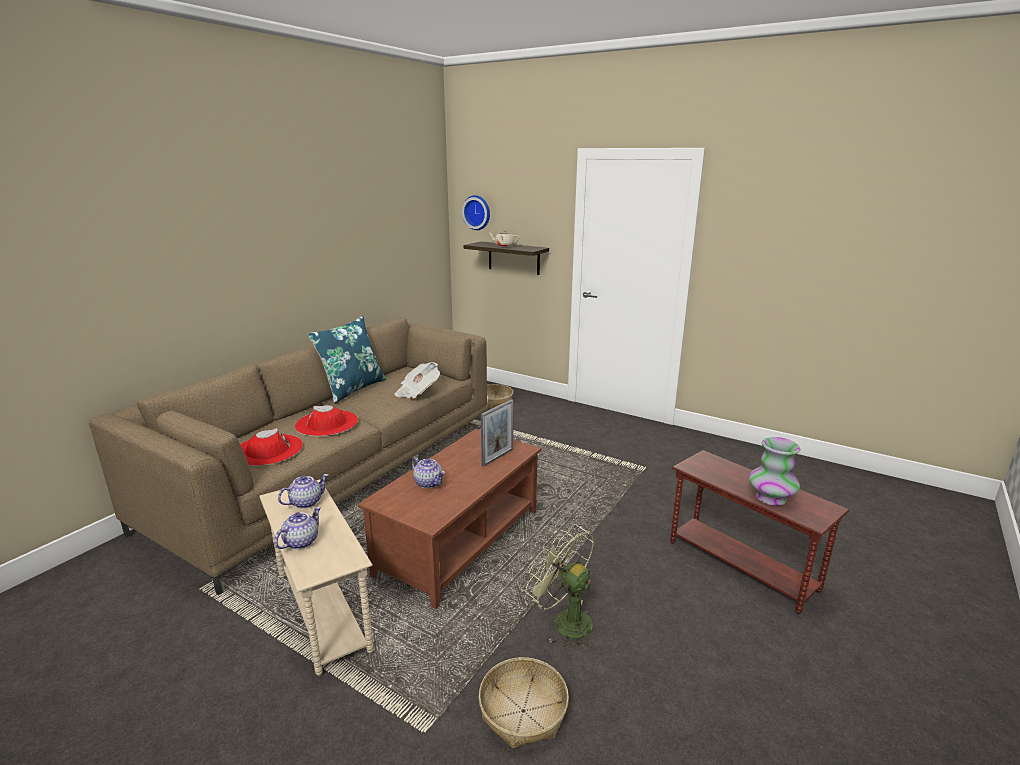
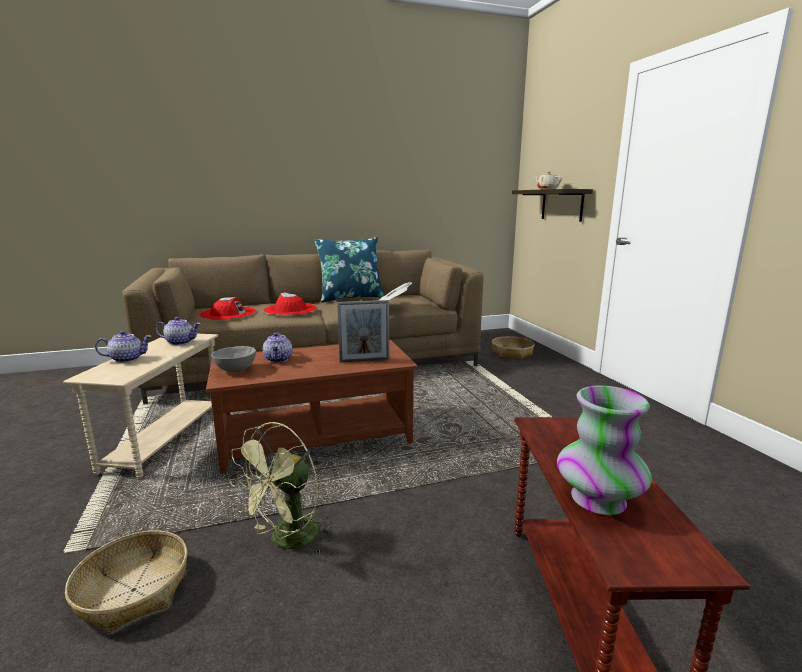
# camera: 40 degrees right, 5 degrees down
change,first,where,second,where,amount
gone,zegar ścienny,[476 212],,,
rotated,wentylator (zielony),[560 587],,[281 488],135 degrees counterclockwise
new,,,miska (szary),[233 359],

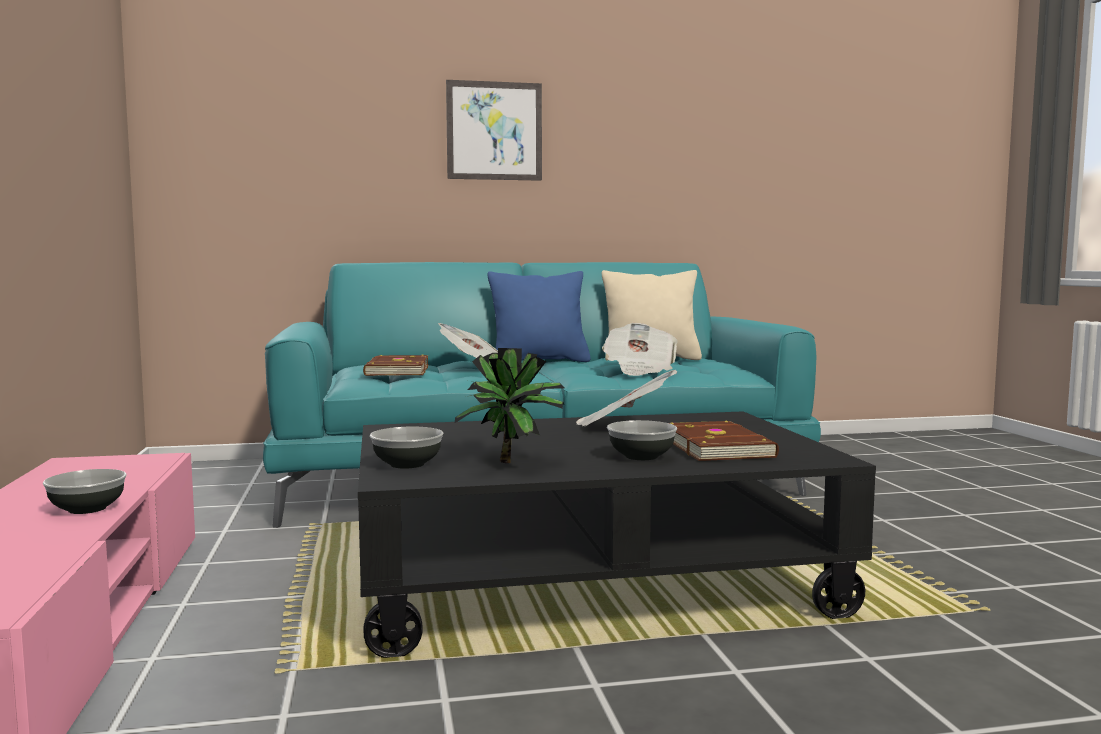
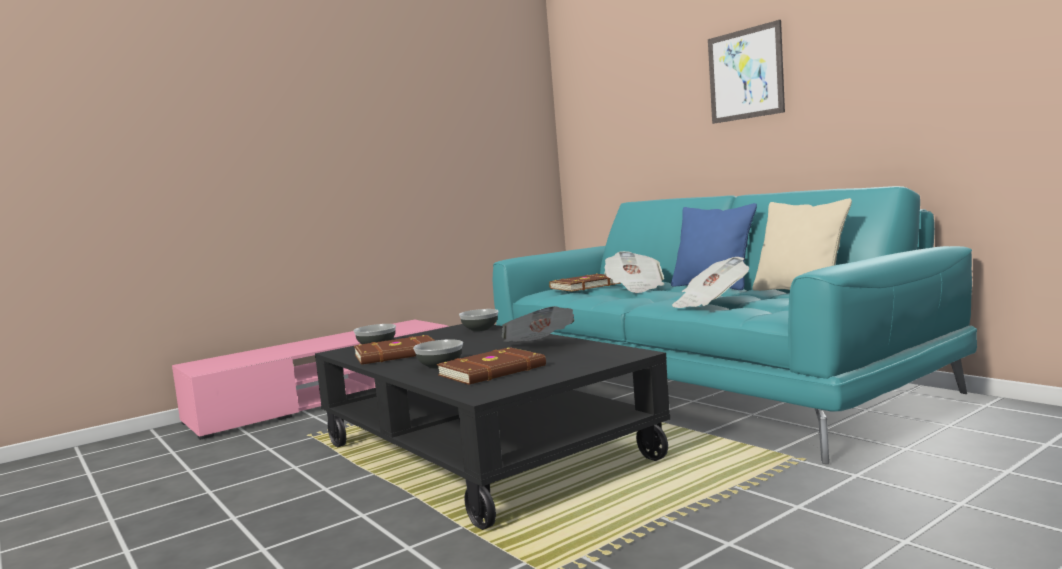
# camera: 65 degrees right, 0 degrees up
change,first,where,second,where,amount
shifted,miska,[85 491],,[479 320],
swapped,roślina doniczkowa,[510 405],książka (brązowy),[394 350],

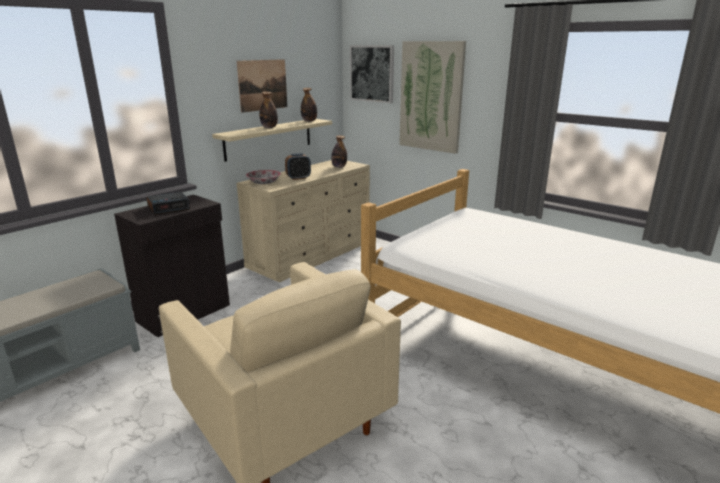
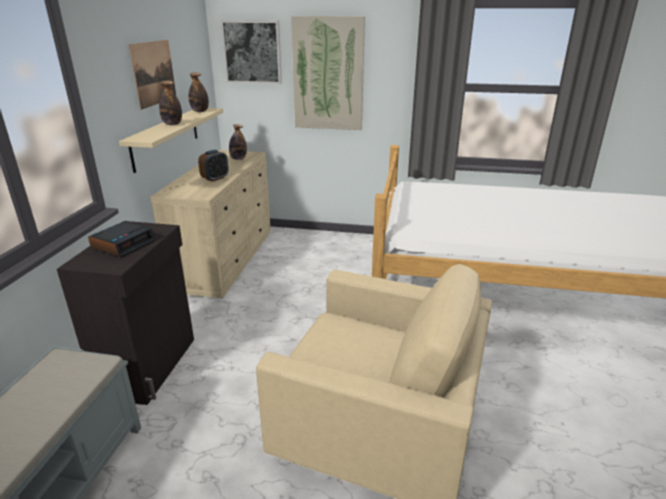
# camera: 30 degrees left, 5 degrees up
change,first,where,second,where,amount
gone,miska,[263 177],,,

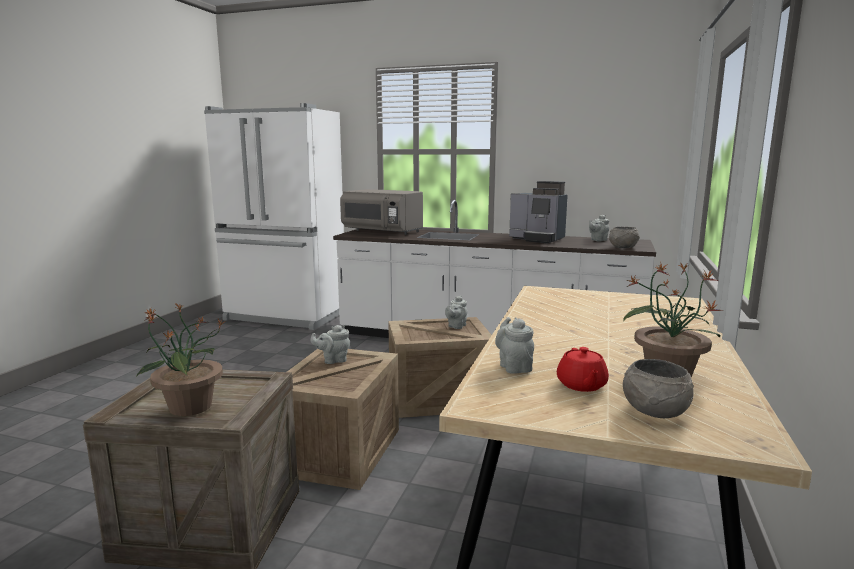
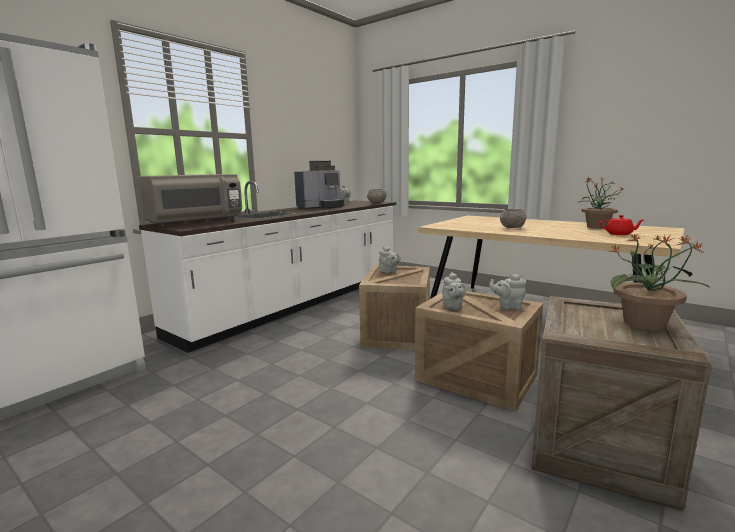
# camera: 70 degrees left, 0 degrees up
change,first,where,second,where,amount
shifted,imbryk (szary),[514 345],,[507 291],
shifted,miska (szary),[658 388],,[513 218],

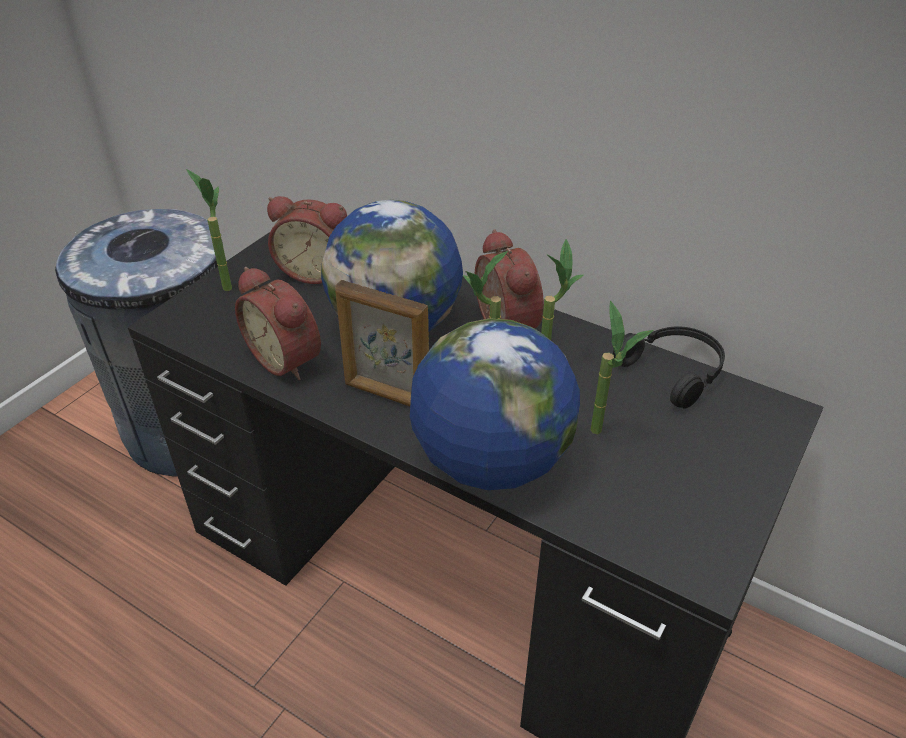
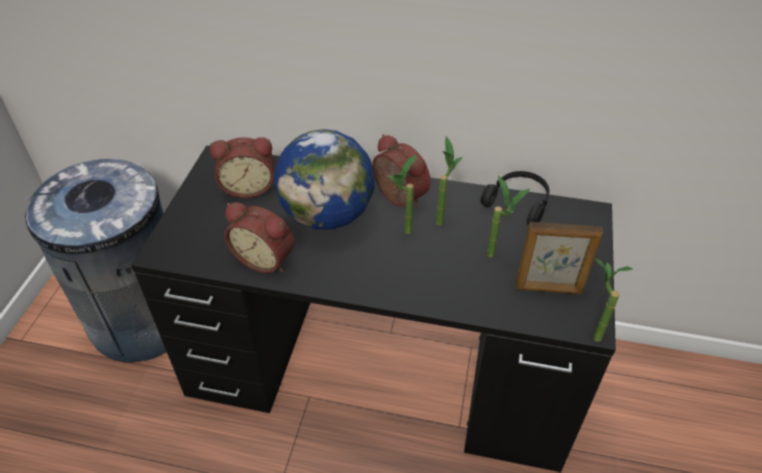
# camera: 20 degrees left, 5 degrees up
change,first,where,second,where,amount
shifted,roślina doniczkowa,[209 230],,[613 300],
shifted,ramka na zdjęcie,[382 343],,[559 258],
gone,globus,[495 404],,,

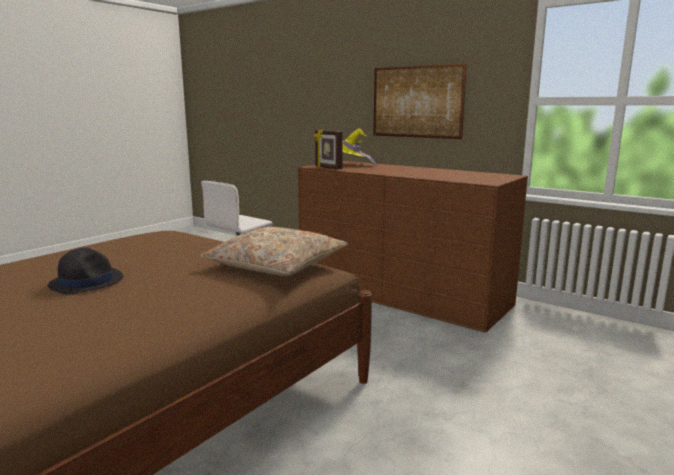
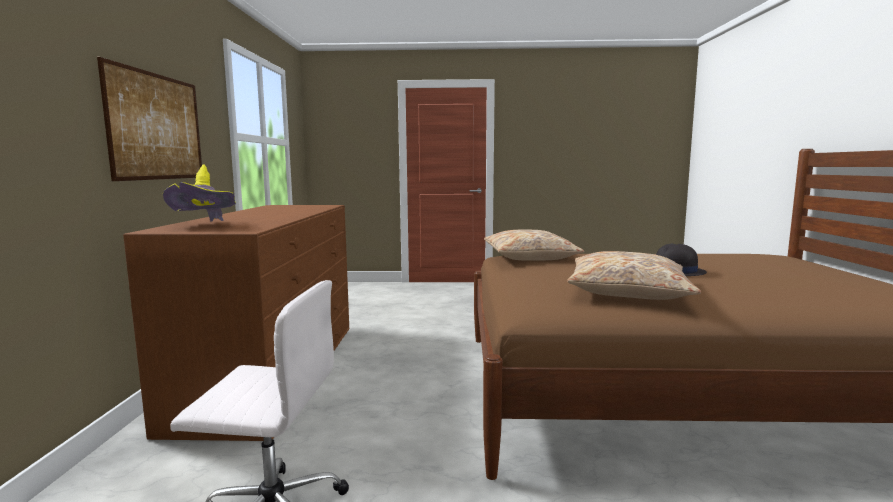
# camera: 125 degrees left, 5 degrees down
change,first,where,second,where,amount
gone,ramka na zdjęcie,[328 149],,,
new,,,poduszka (beżowy),[634 275],

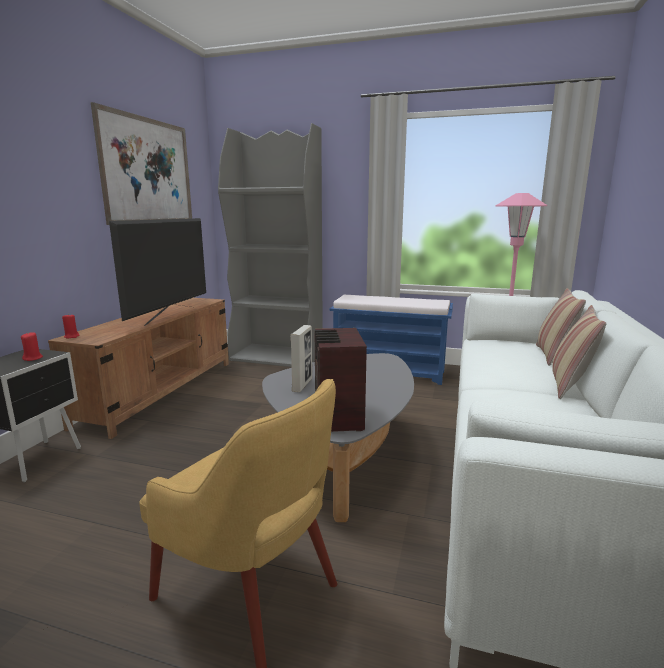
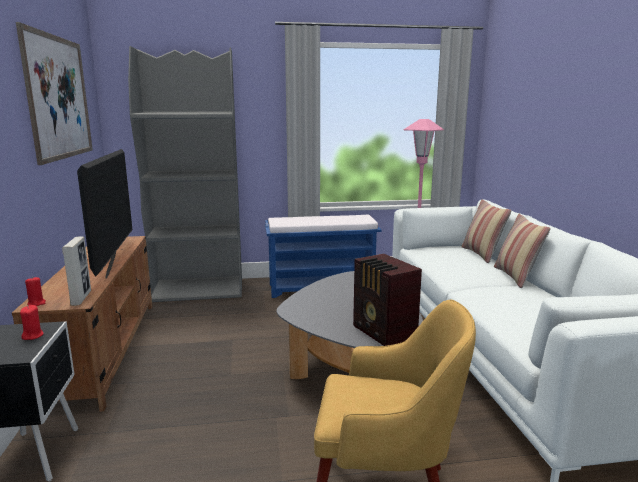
# camera: 25 degrees left, 0 degrees up
change,first,where,second,where,amount
shifted,ramka na zdjęcie,[301 358],,[76 271],

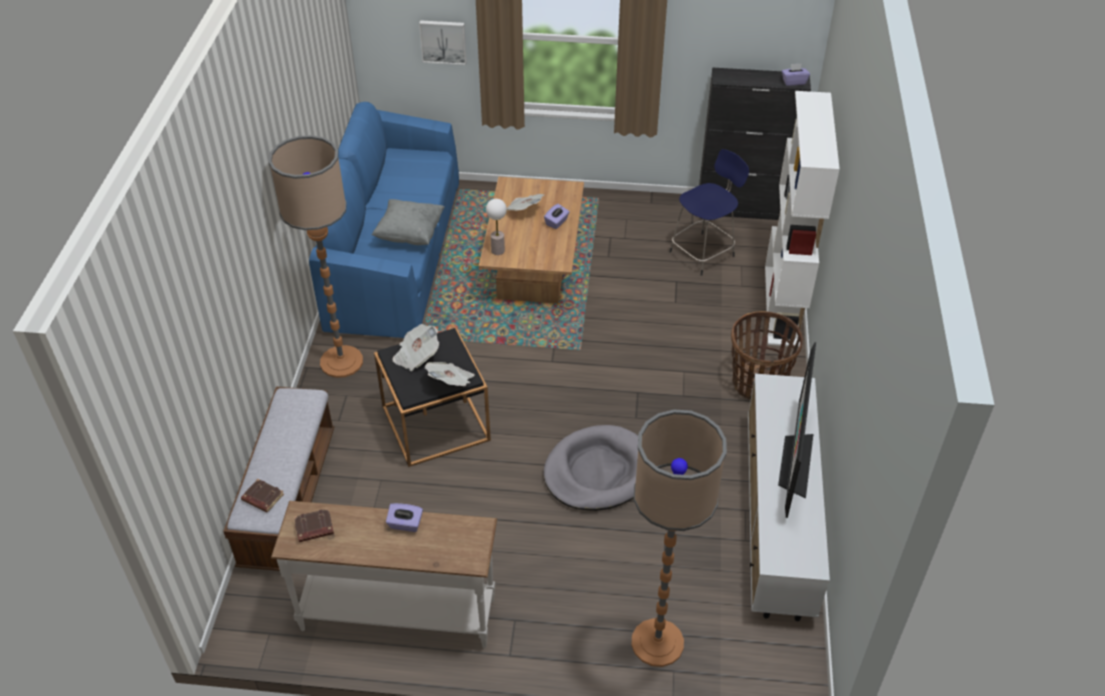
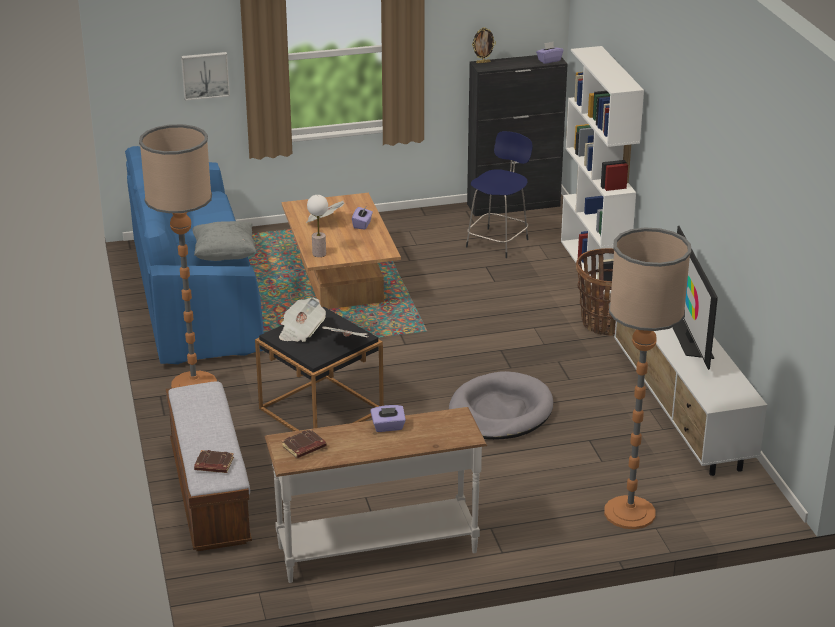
# camera: 20 degrees left, 15 degrees down
change,first,where,second,where,amount
new,,,ramka na zdjęcie,[484 45],

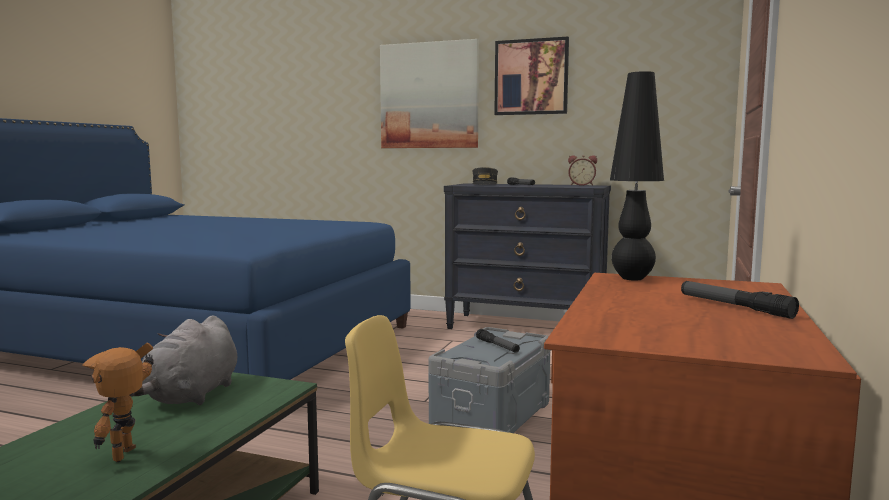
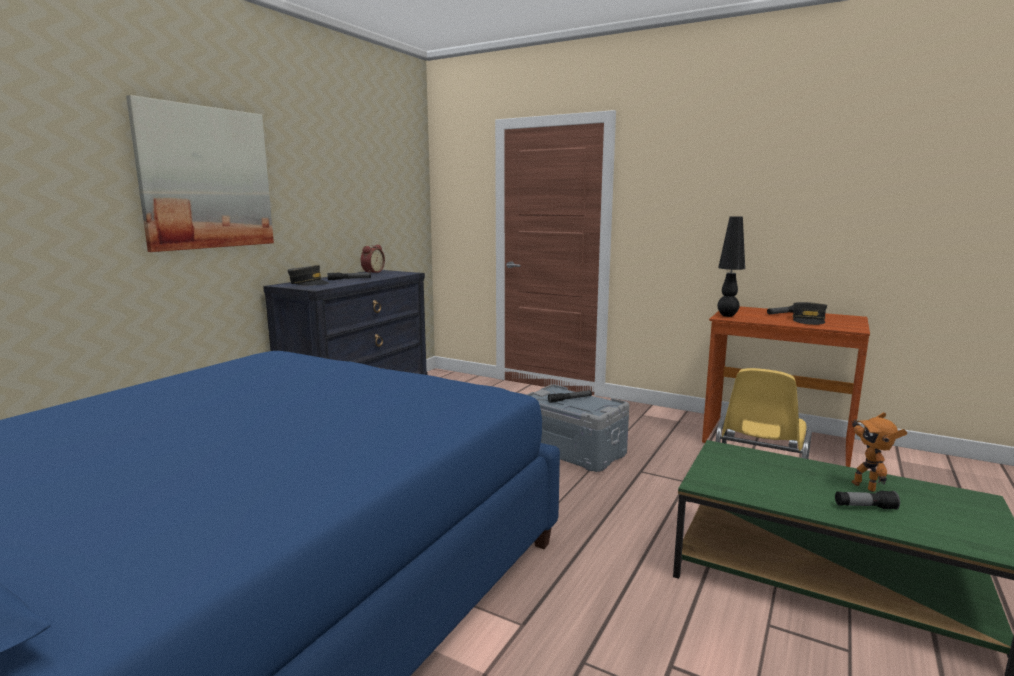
# camera: 80 degrees left, 5 degrees up
change,first,where,second,where,amount
rotated,robot zabawkowy,[118 402],,[879 452],60 degrees clockwise
gone,pluszak (szary),[184 360],,,
gone,obraz,[531 76],,,
new,,,czapka z daszkiem (szary),[810 313],
new,,,latarka,[867 500],

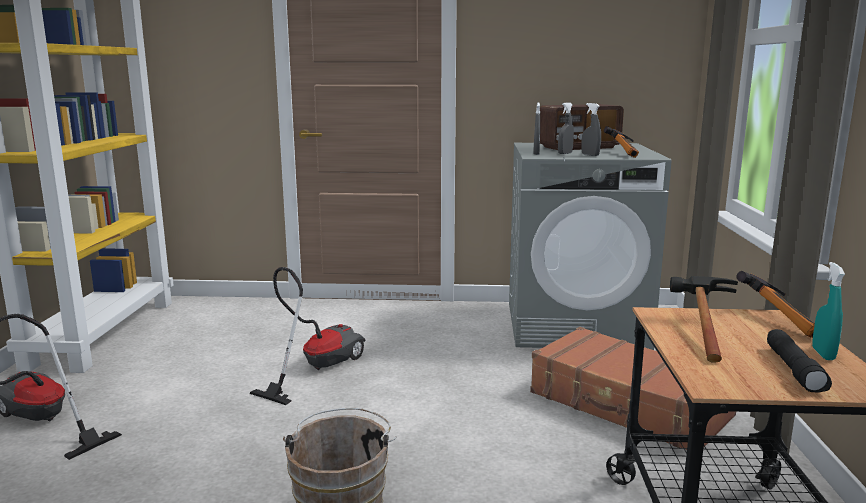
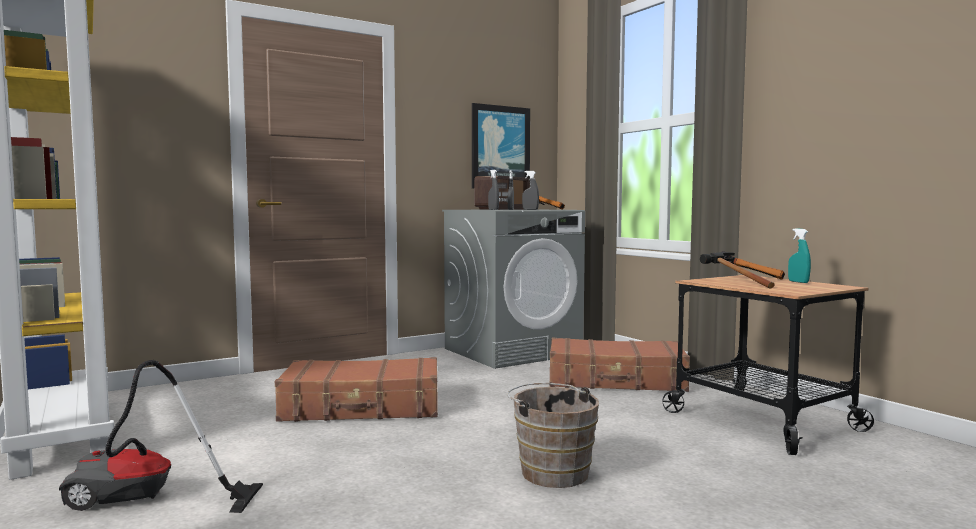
# camera: 35 degrees left, 10 degrees down
change,first,where,second,where,amount
swapped,odkurzacz,[307 336],walizka (brązowy),[356 389],
gone,latarka (czarny),[799 360],,,
new,,,obraz,[501 146],

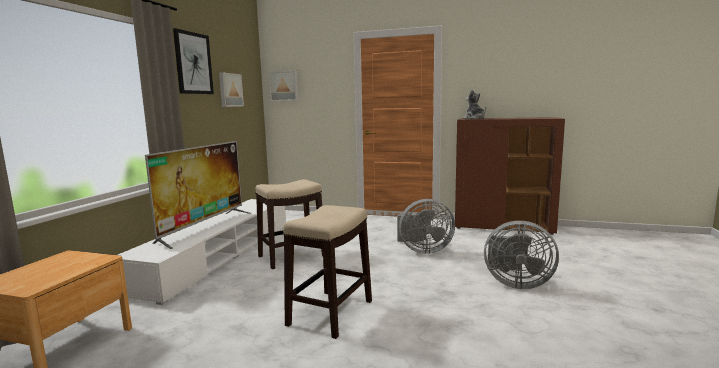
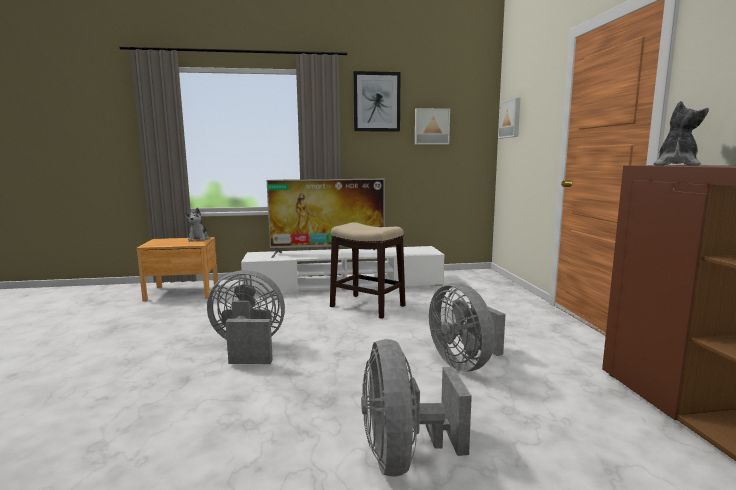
# camera: 65 degrees right, 0 degrees up
change,first,where,second,where,amount
swapped,stołek,[327 272],wentylator (szary),[246 317],
new,,,pluszak,[197 225],

